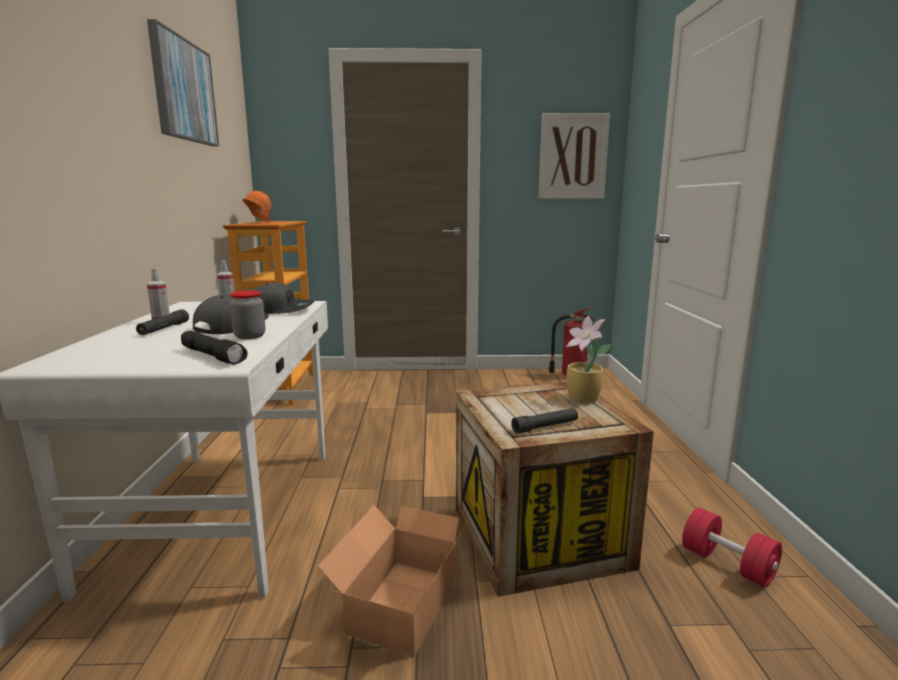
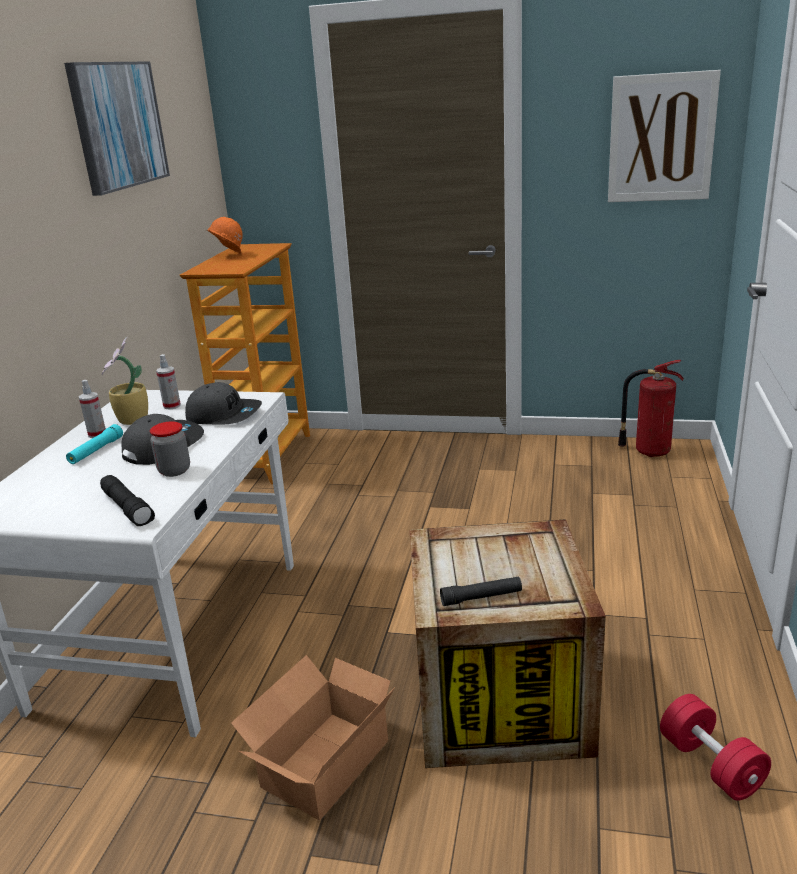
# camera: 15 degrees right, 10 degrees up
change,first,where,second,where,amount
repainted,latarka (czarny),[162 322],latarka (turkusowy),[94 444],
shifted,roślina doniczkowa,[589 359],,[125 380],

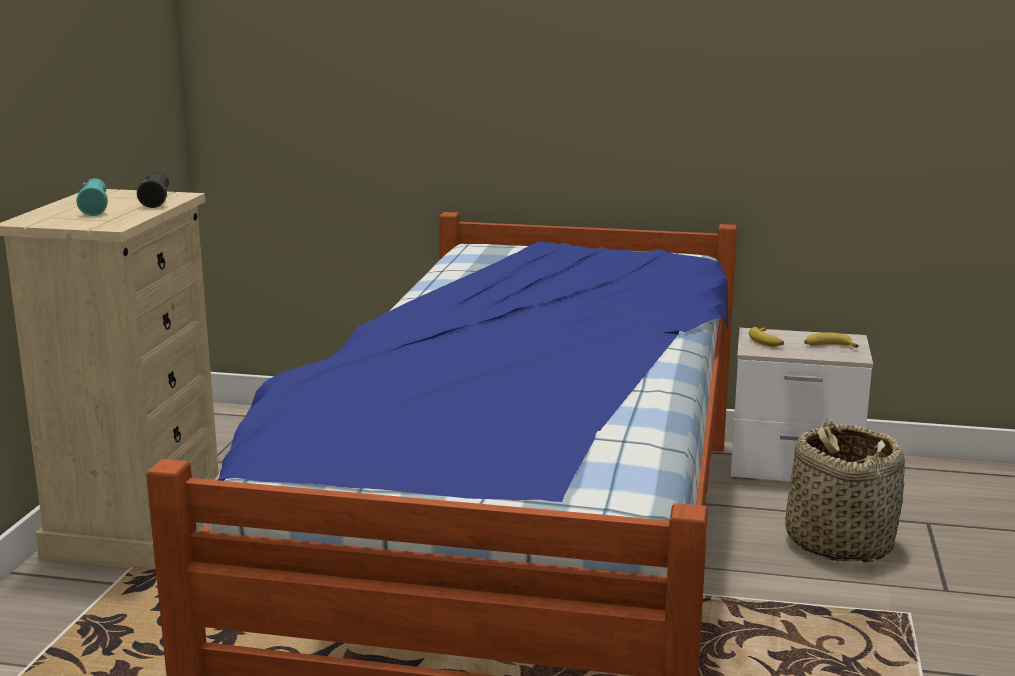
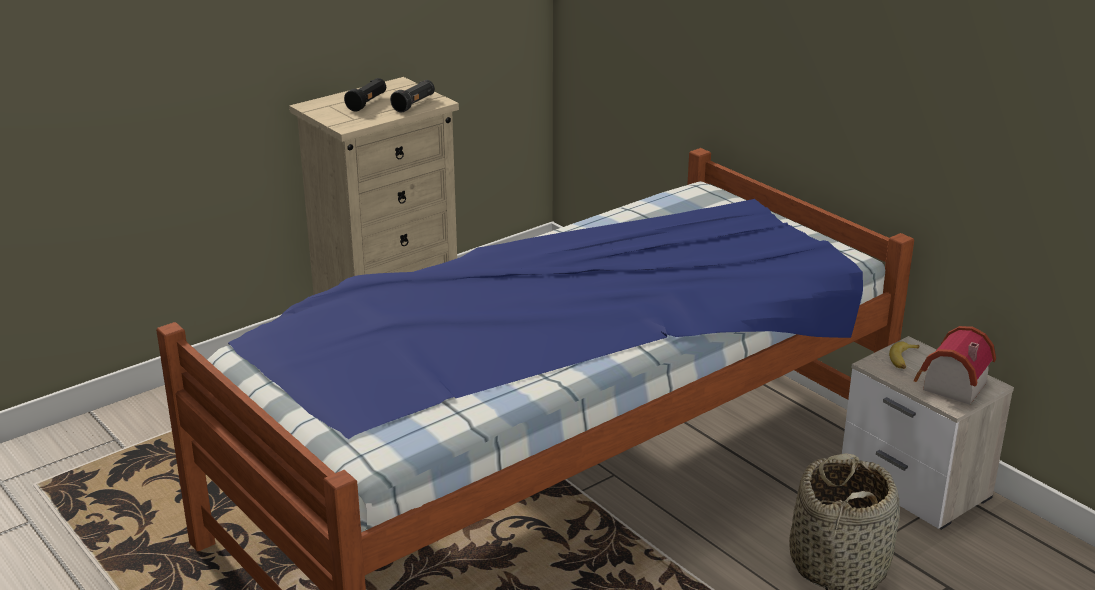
# camera: 40 degrees right, 10 degrees up
change,first,where,second,where,amount
repainted,latarka (turkusowy),[92 197],latarka (czarny),[365 95],
swapped,banan,[831 340],domek,[955 365],

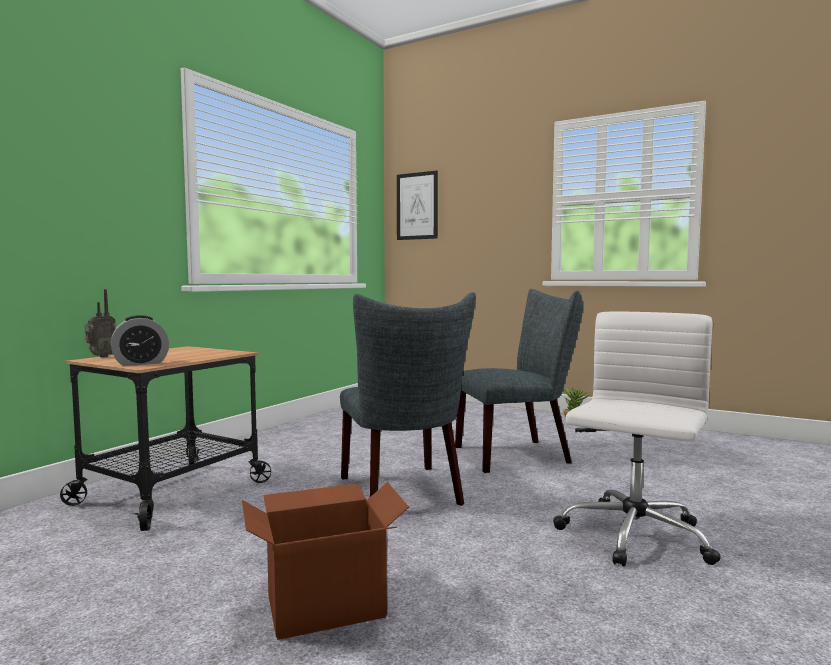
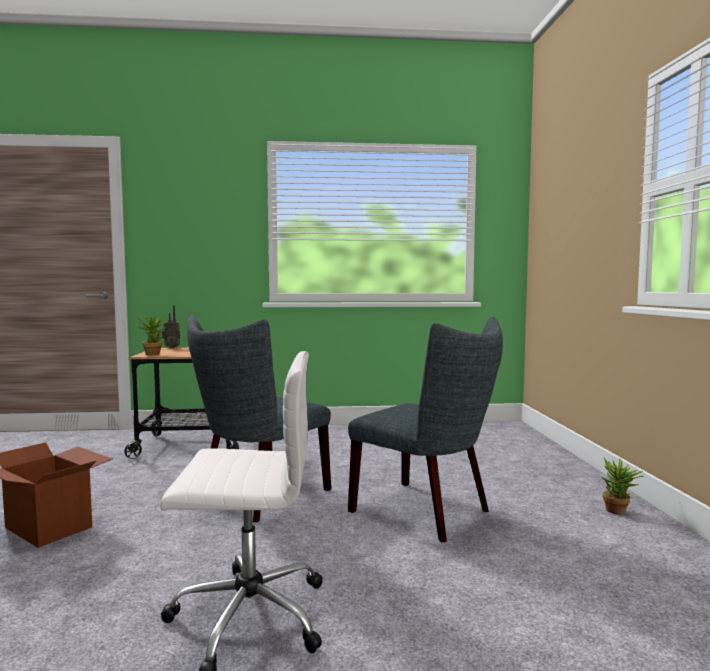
# camera: 55 degrees right, 0 degrees up
change,first,where,second,where,amount
swapped,budzik,[140 340],roślina doniczkowa,[151 335],
gone,obraz,[417 205],,,

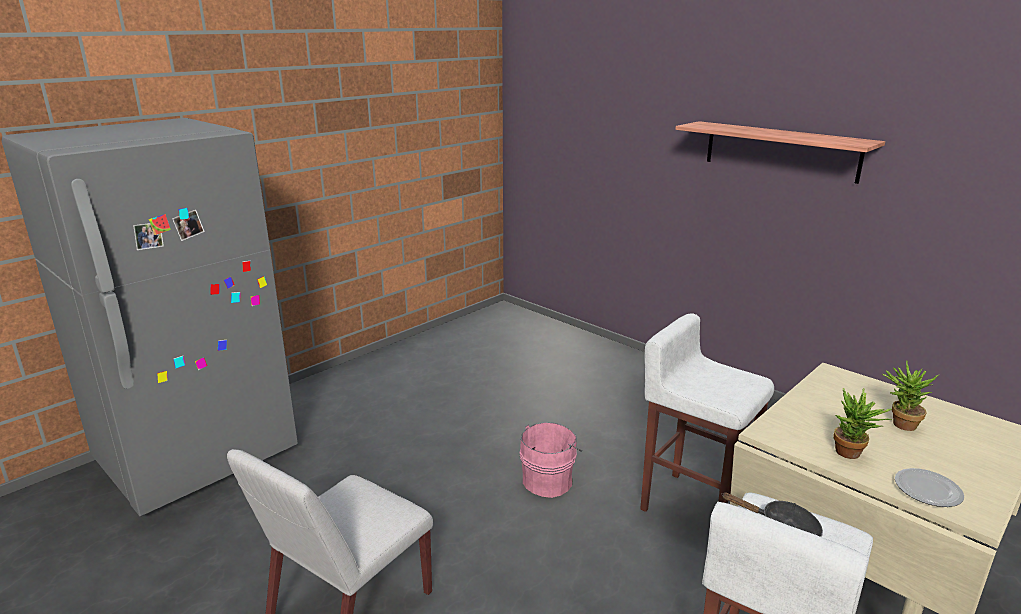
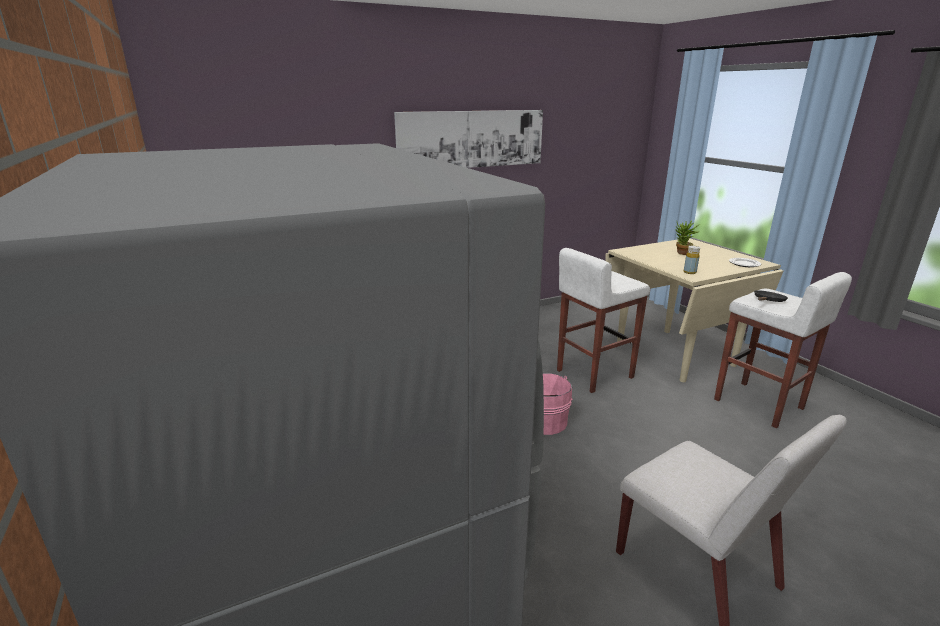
# camera: 70 degrees left, 0 degrees up
change,first,where,second,where,amount
swapped,półka,[780 152],obraz,[468 139],
gone,roślina doniczkowa,[862 423],,,
new,,,butelka (żółty),[692 260],

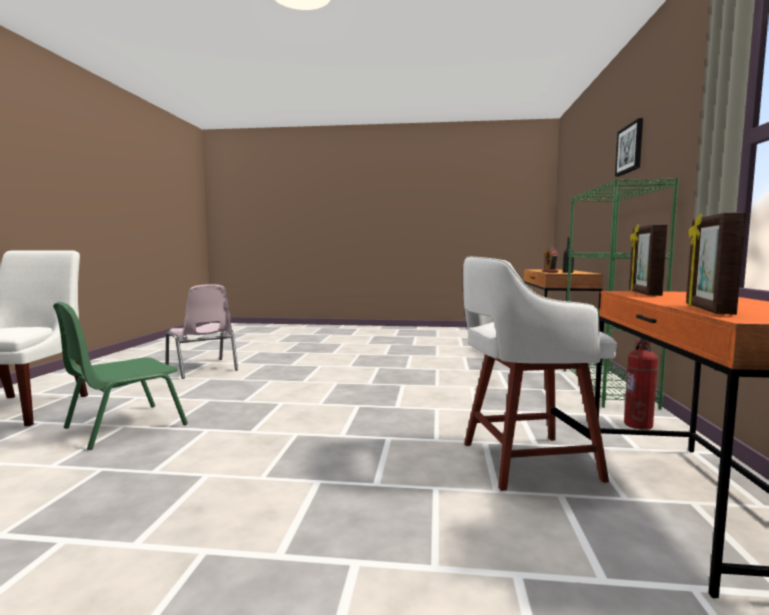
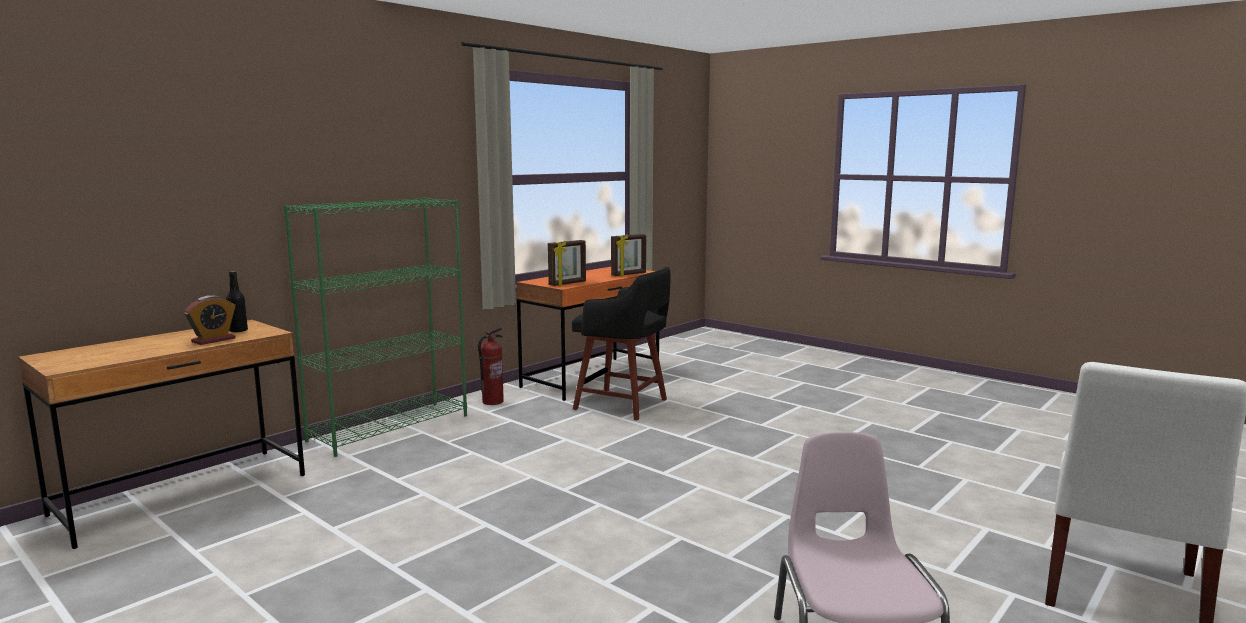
# camera: 145 degrees left, 5 degrees up
change,first,where,second,where,amount
gone,krzesło (zielony),[120 376],,,
repainted,stołek (biały),[539 374],stołek (czarny),[621 343],
gone,obraz,[629 147],,,

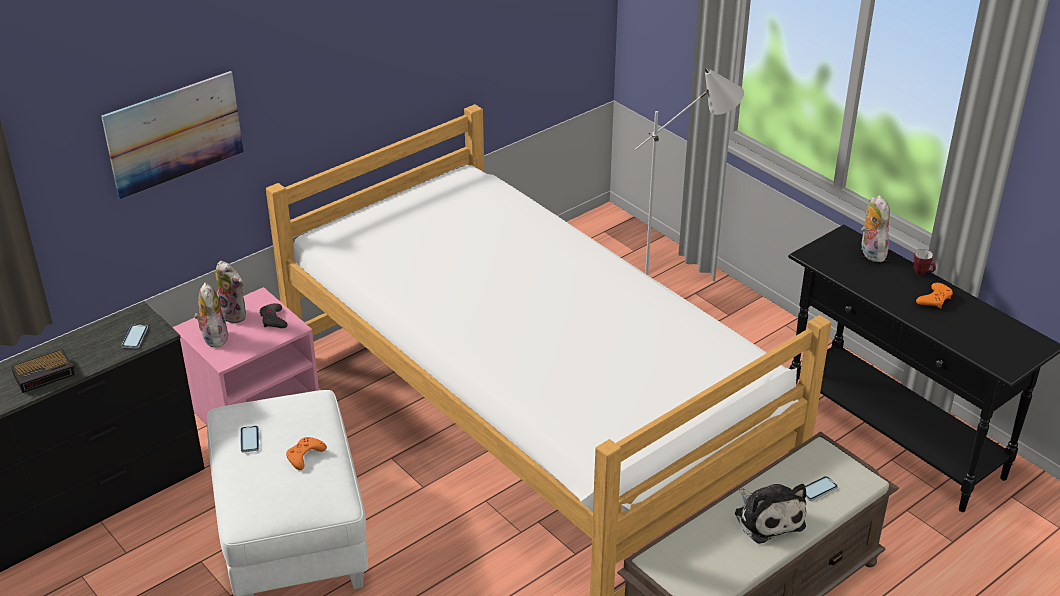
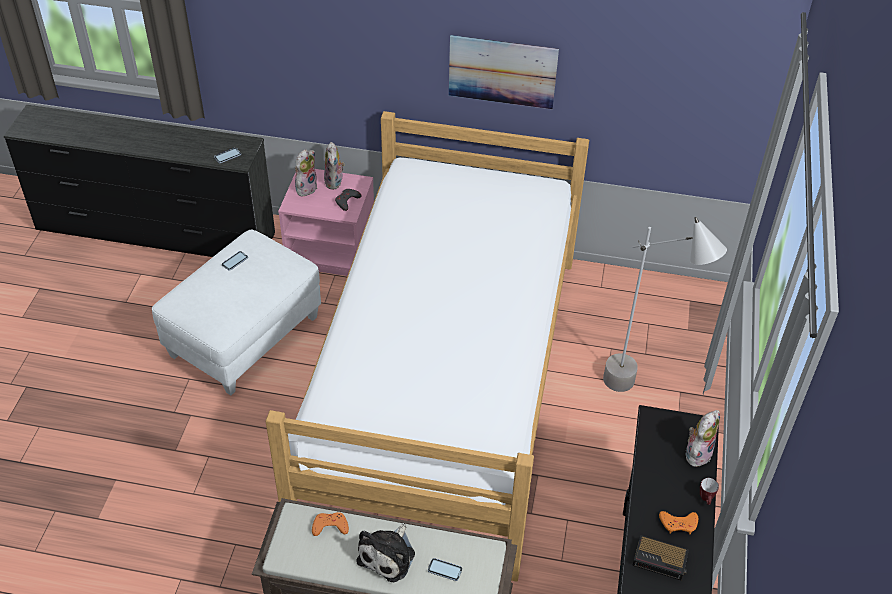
# camera: 50 degrees right, 10 degrees up
change,first,where,second,where,amount
shifted,budzik,[43 371],,[660 557],
shifted,obraz,[172 135],,[504 72],
shifted,pad do gier (pomarańczowy),[306 453],,[330 524],

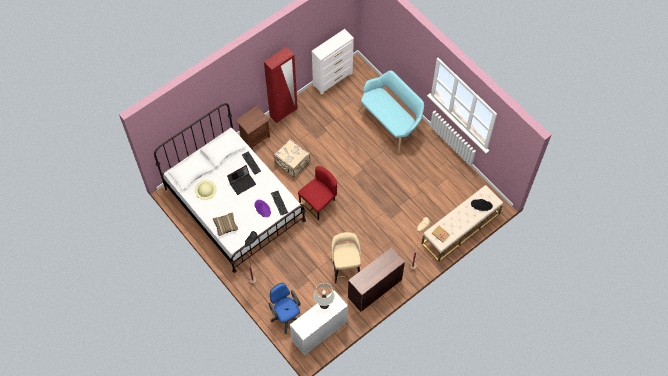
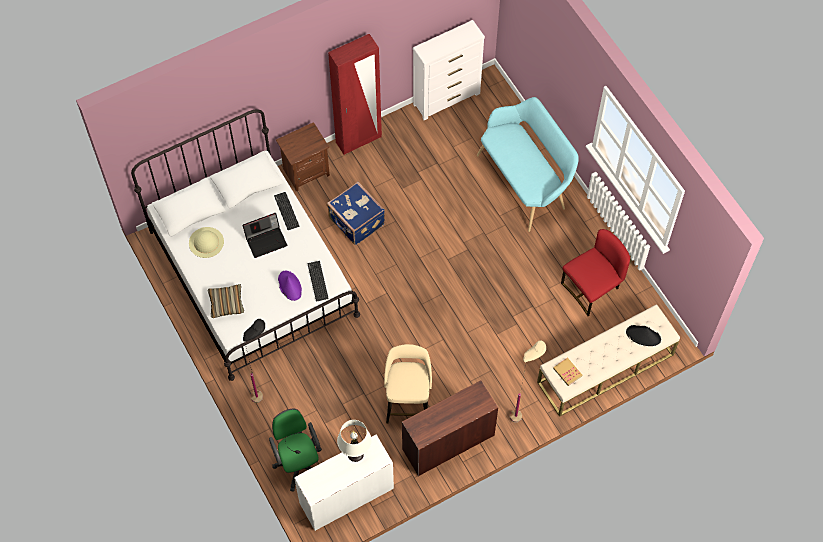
# camera: 10 degrees right, 0 degrees up
change,first,where,second,where,amount
repainted,krzesło biurowe (niebieski),[285 308],krzesło biurowe (zielony),[295 450],
repainted,walizka (beżowy),[292 158],walizka (niebieski),[356 213],
shifted,krzesło (czerwony),[317 193],,[595 272],

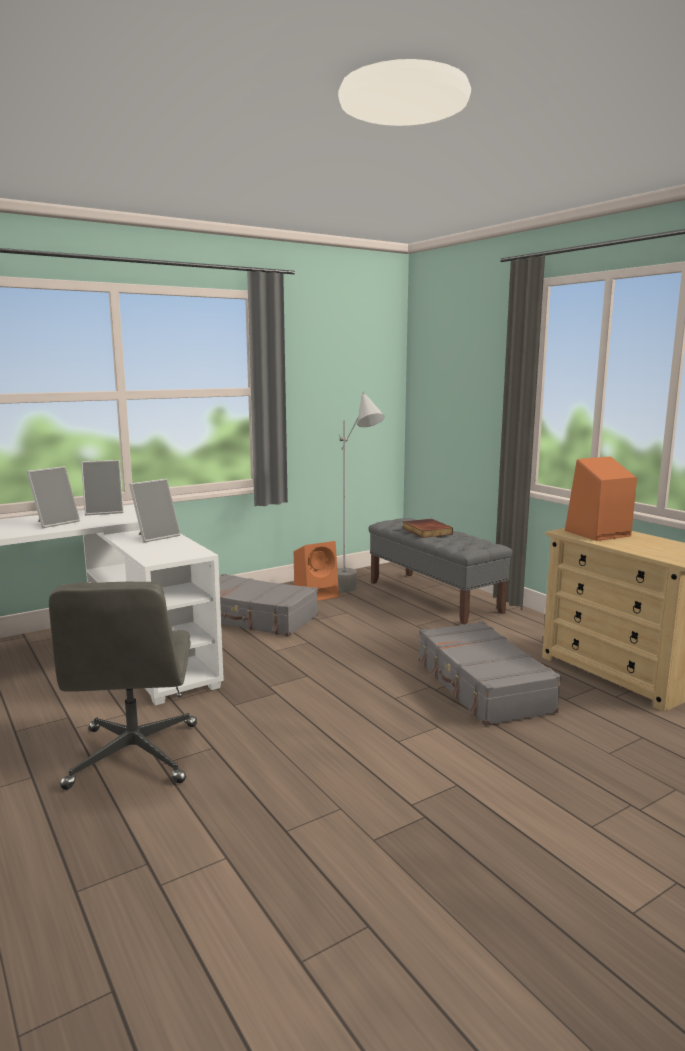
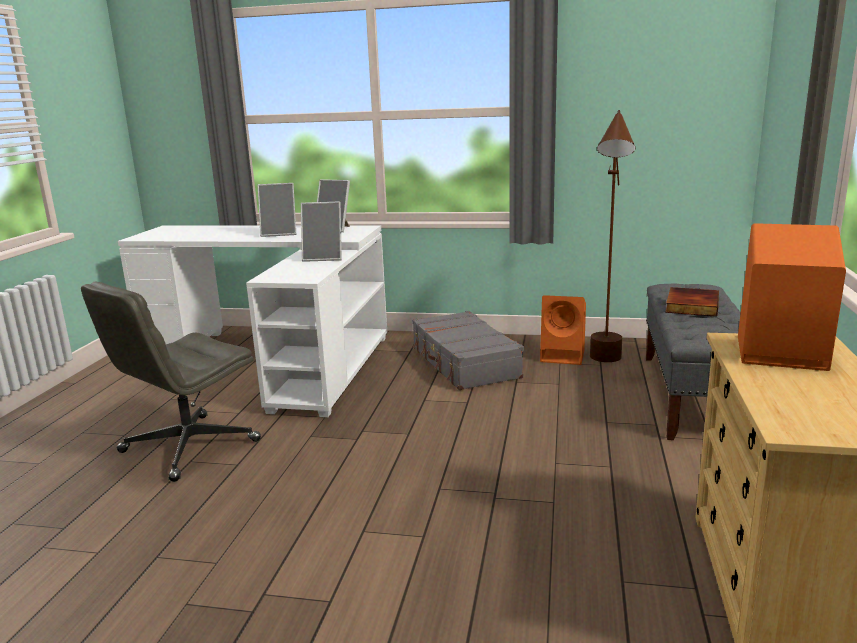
# camera: 45 degrees right, 5 degrees up
change,first,where,second,where,amount
repainted,lampa stojąca (szary),[361 492],lampa stojąca (brązowy),[612 236],
gone,walizka (szary),[490 673],,,

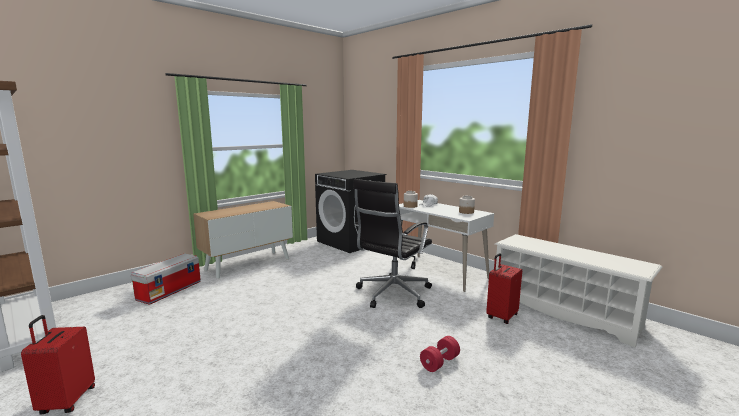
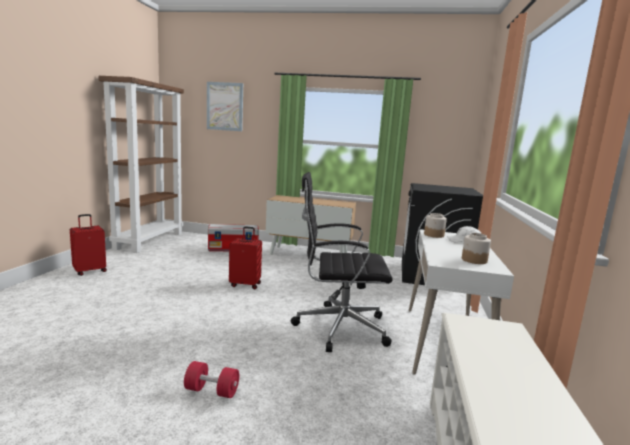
# camera: 55 degrees right, 0 degrees up
change,first,where,second,where,amount
shifted,walizka (czerwony),[504 288],,[245 257],
new,,,obraz,[225 106],

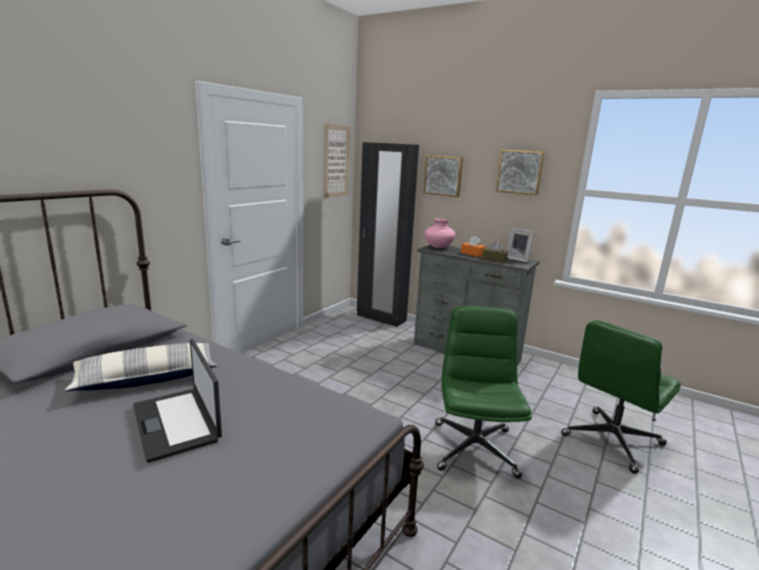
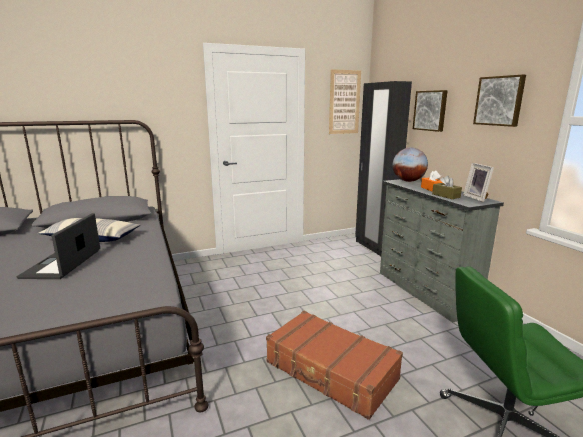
# camera: 35 degrees right, 0 degrees up
change,first,where,second,where,amount
swapped,wazon (różowy),[439 233],globus,[410 165],
swapped,krzesło biurowe (zielony),[483 392],walizka (brązowy),[334 365],

